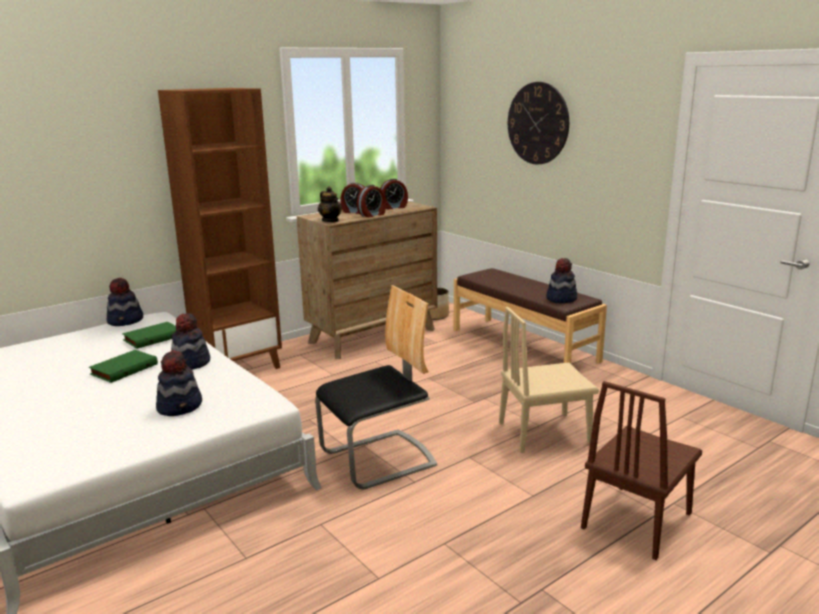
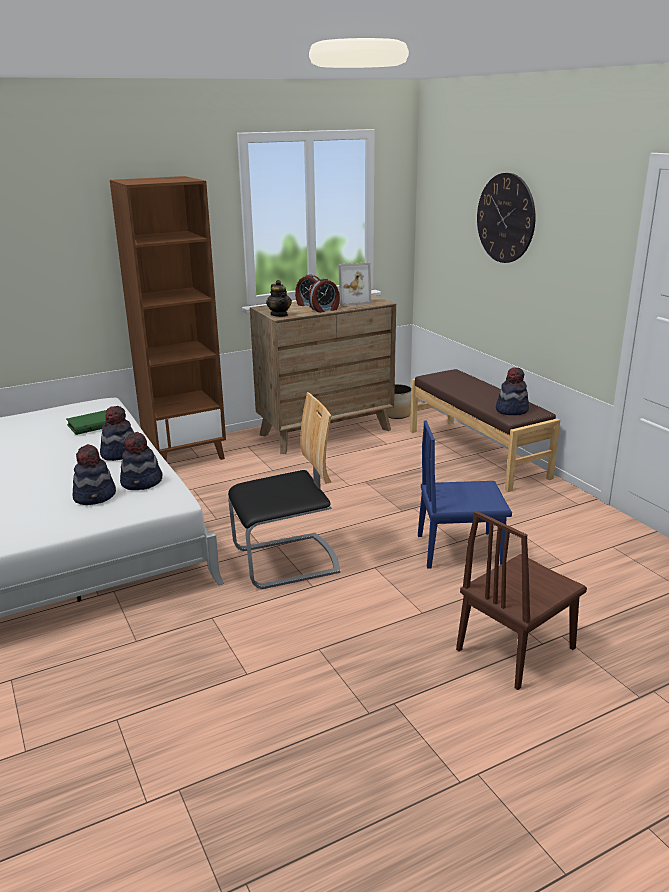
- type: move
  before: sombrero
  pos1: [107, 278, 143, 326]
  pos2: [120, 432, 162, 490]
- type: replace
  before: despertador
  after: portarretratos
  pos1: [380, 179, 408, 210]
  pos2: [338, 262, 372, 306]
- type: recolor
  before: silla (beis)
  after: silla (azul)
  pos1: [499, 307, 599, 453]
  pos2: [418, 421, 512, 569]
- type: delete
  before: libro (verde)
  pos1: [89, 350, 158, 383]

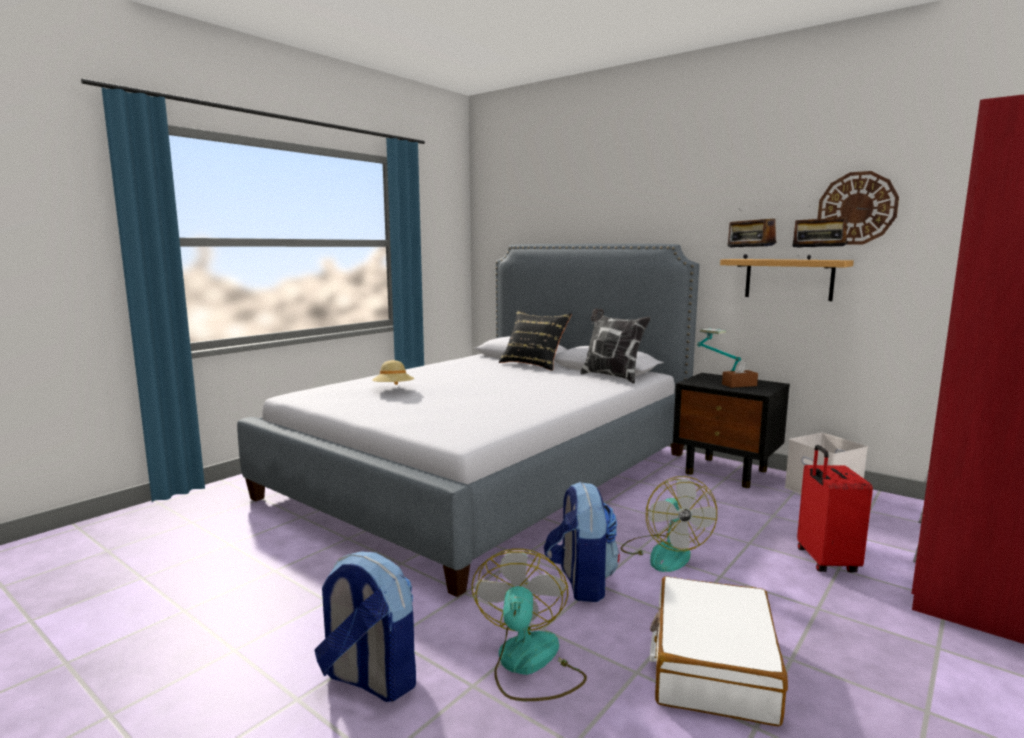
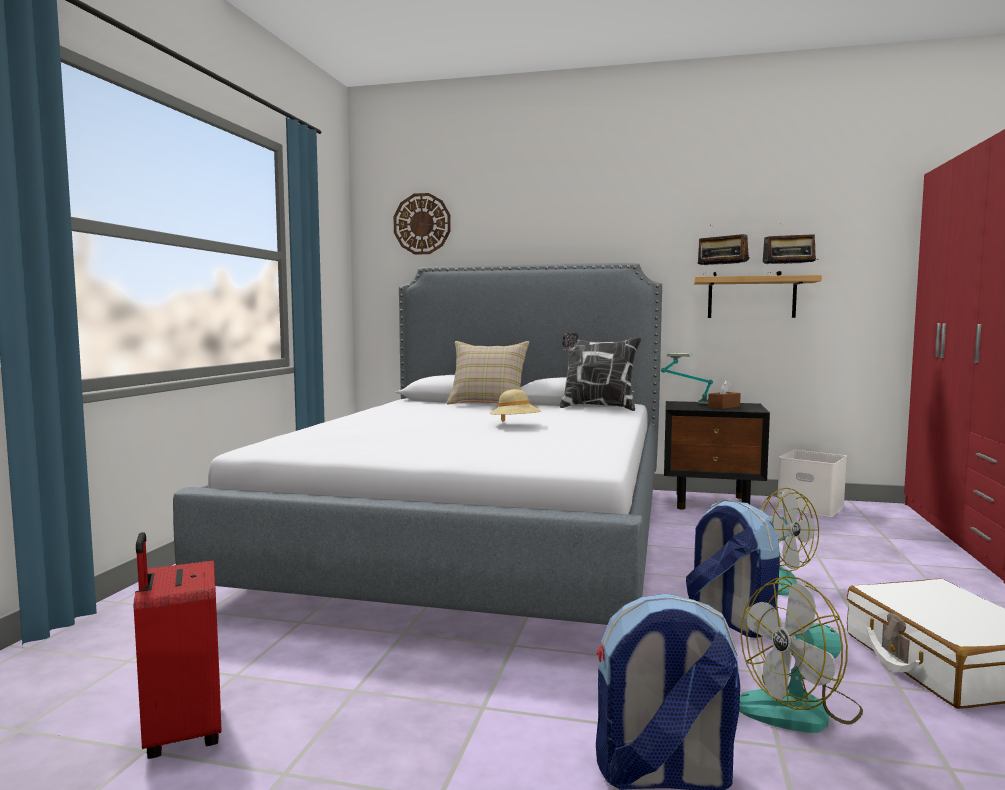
- type: move
  before: maleta (rojo)
  pos1: [797, 445, 873, 572]
  pos2: [134, 532, 222, 759]
- type: move
  before: reloj de pared
  pos1: [818, 171, 899, 244]
  pos2: [394, 193, 451, 255]
- type: recolor
  before: cojín (negro)
  after: cojín (beis)
  pos1: [499, 310, 572, 371]
  pos2: [447, 341, 529, 405]
- type: move
  before: sombrero (beis)
  pos1: [372, 360, 414, 385]
  pos2: [490, 389, 541, 422]
- type: rotate
  before: ventilador
  pos1: [472, 549, 587, 701]
  pos2: [739, 576, 863, 733]
  turn: -90

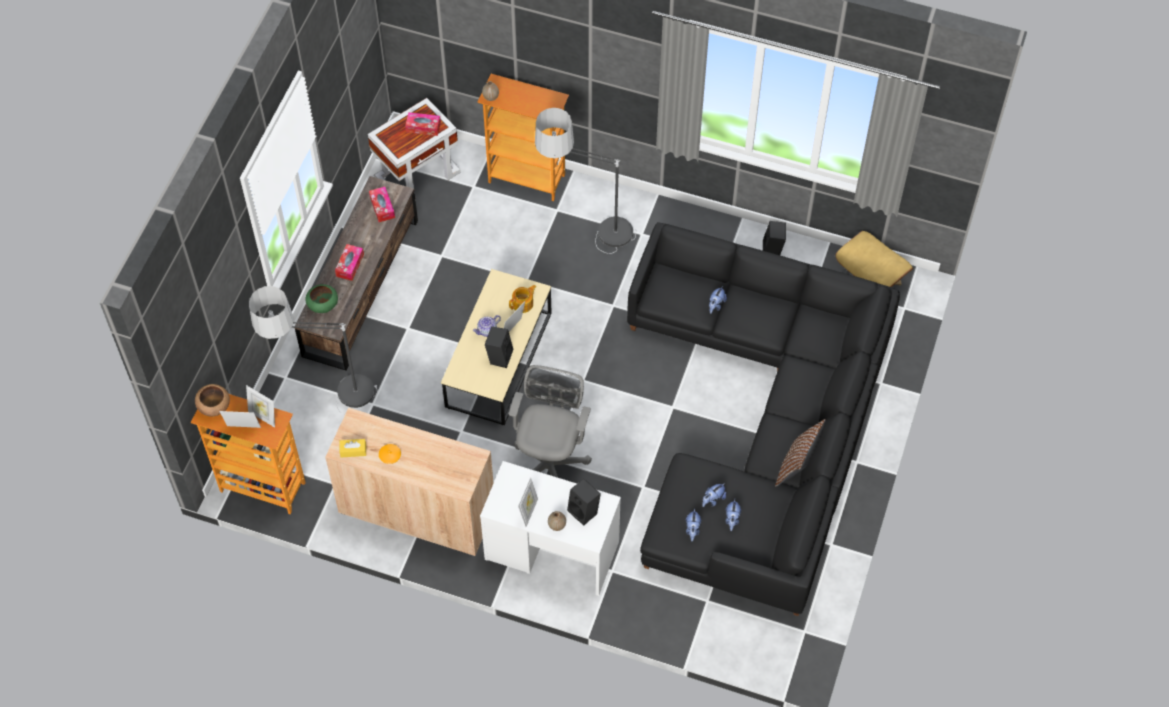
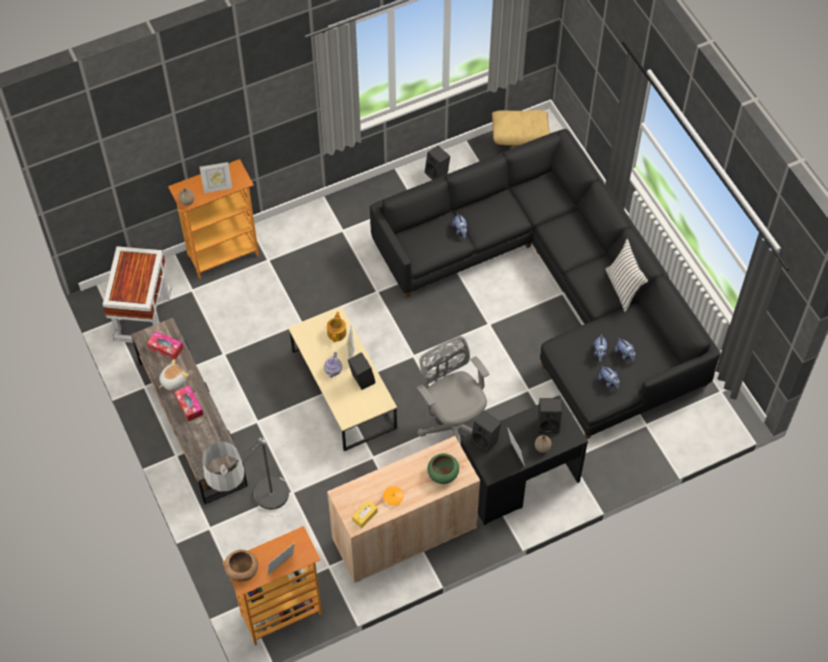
- type: insert
  after: peluche
  pos2: [159, 359, 189, 390]
- type: move
  before: portarretratos
  pos1: [246, 385, 275, 427]
  pos2: [199, 162, 232, 193]
- type: move
  before: cuenco (verde)
  pos1: [306, 284, 338, 313]
  pos2: [427, 453, 459, 484]
- type: recolor
  before: escritorio (blanco)
  after: escritorio (negro)
  pos1: [480, 461, 621, 596]
  pos2: [460, 395, 588, 525]
- type: insert
  after: altavoz (negro)
  pos2: [471, 411, 501, 453]
- type: recolor
  before: cojín (marrón)
  after: cojín (blanco)
  pos1: [775, 419, 826, 487]
  pos2: [605, 238, 648, 313]
- type: delete
  before: caja de pañuelos
  pos1: [405, 112, 441, 136]
- type: delete
  before: lámpara de pie
  pos1: [535, 108, 636, 254]

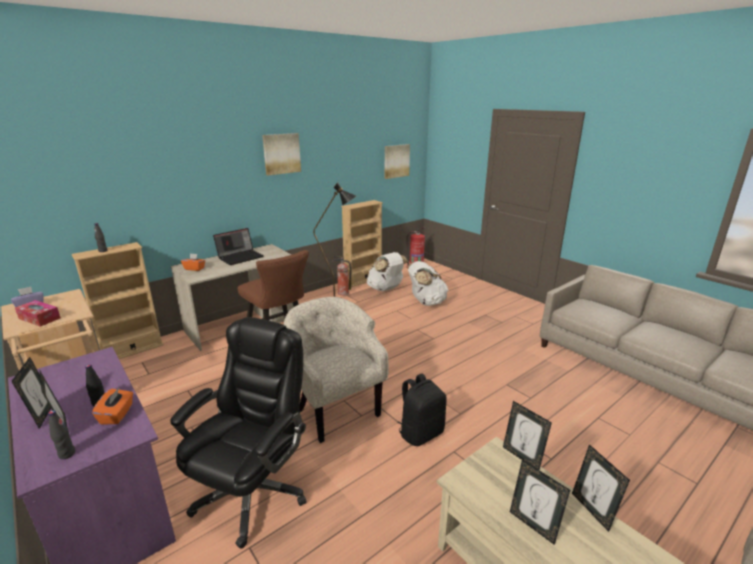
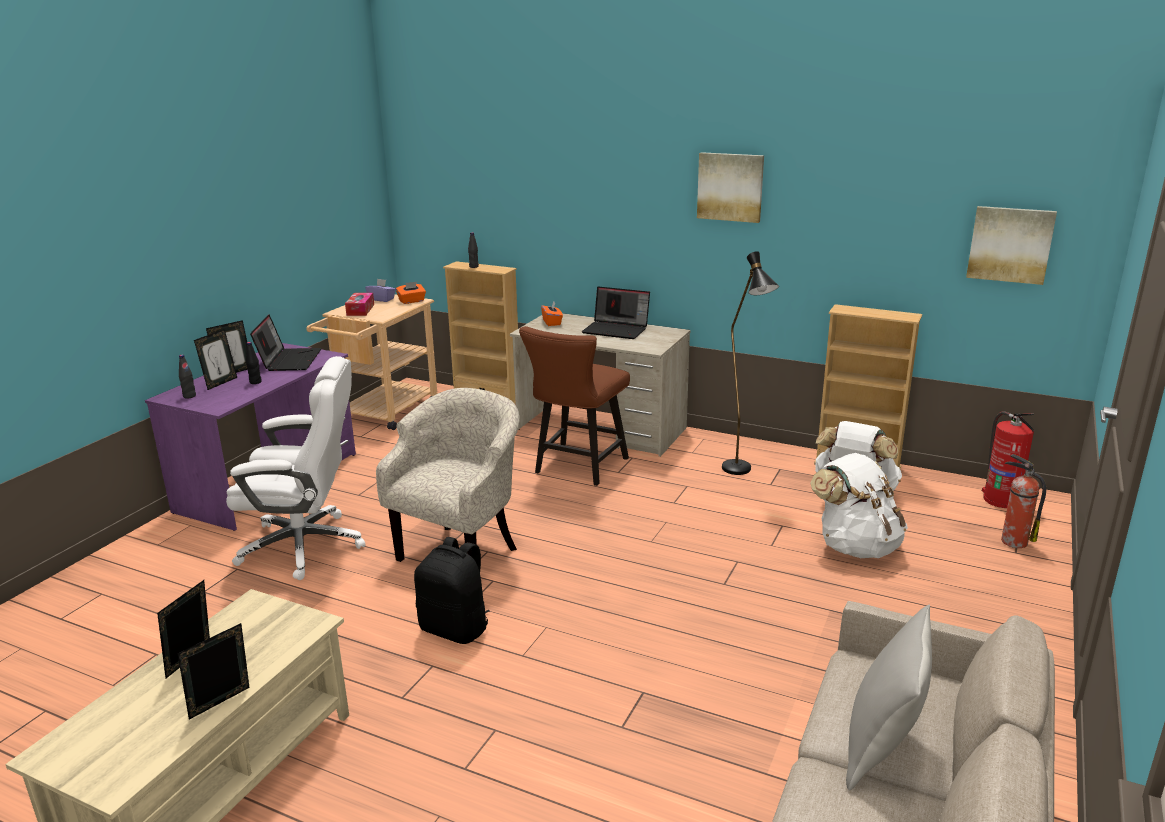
- type: recolor
  before: silla de oficina (negro)
  after: silla de oficina (blanco)
  pos1: [170, 317, 306, 549]
  pos2: [226, 356, 365, 580]
- type: insert
  after: portátil
  pos2: [250, 315, 321, 371]
- type: move
  before: caja de pañuelos (naranja)
  pos1: [92, 388, 133, 425]
  pos2: [396, 281, 426, 304]
- type: insert
  after: cojín (gris)
  pos2: [846, 604, 932, 791]
- type: move
  before: extintor
  pos1: [332, 256, 351, 296]
  pos2: [1001, 454, 1046, 548]
- type: delete
  before: portarretratos
  pos1: [503, 401, 552, 470]

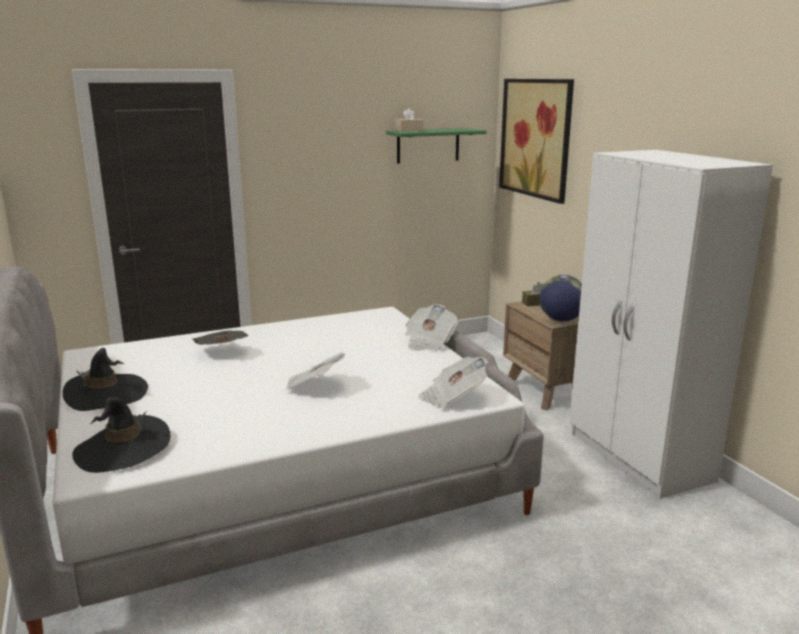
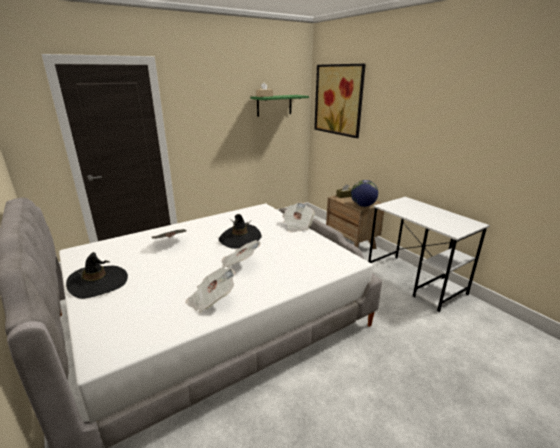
- type: move
  before: periódico
  pos1: [419, 357, 488, 408]
  pos2: [186, 268, 235, 313]
- type: move
  before: sombrero (negro)
  pos1: [72, 397, 170, 473]
  pos2: [219, 214, 262, 249]
- type: replace
  before: armario ropero (blanco)
  after: escritorio (blanco)
  pos1: [569, 150, 773, 499]
  pos2: [368, 197, 490, 312]

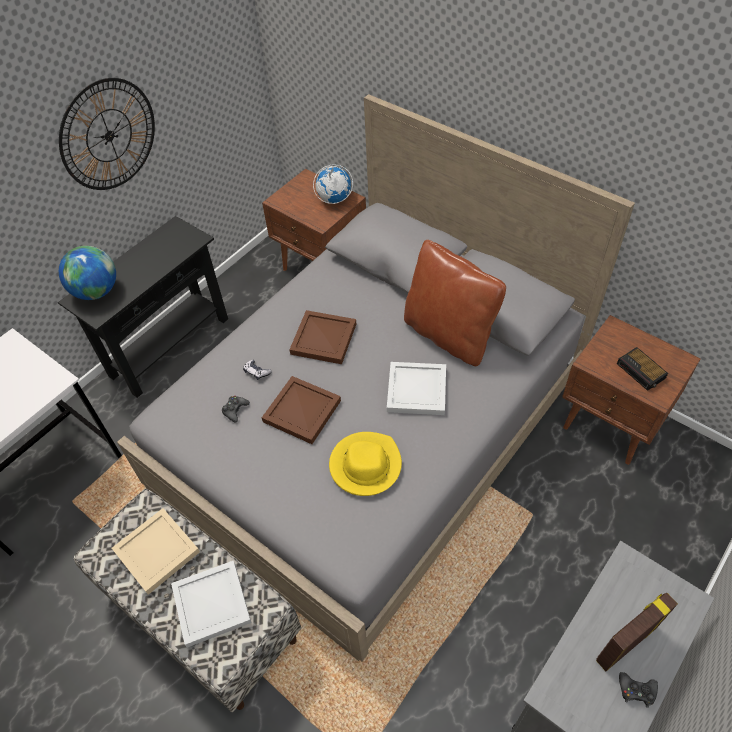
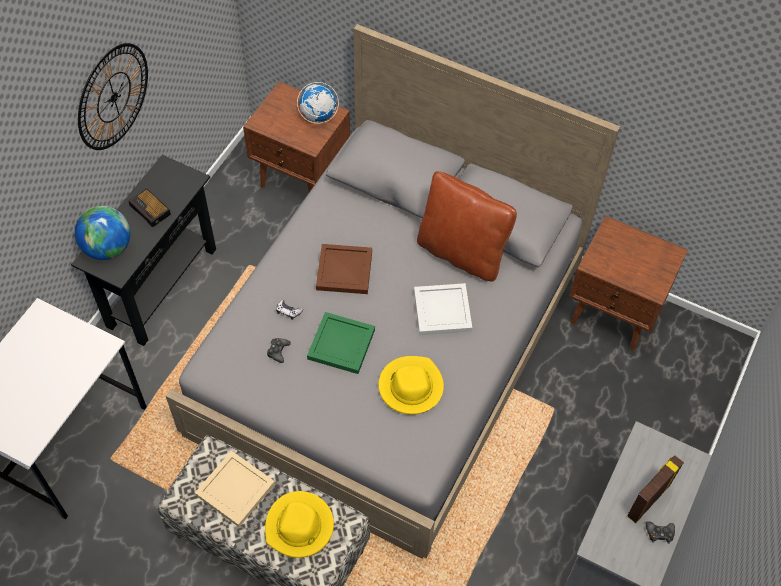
- type: move
  before: despertador
  pos1: [617, 347, 668, 391]
  pos2: [129, 188, 171, 227]
- type: replace
  before: bandeja (blanco)
  after: sombrero (amarillo)
  pos1: [171, 561, 252, 648]
  pos2: [265, 491, 334, 558]
- type: recolor
  before: bandeja (marrón)
  after: bandeja (verde)
  pos1: [262, 376, 341, 444]
  pos2: [307, 312, 375, 374]

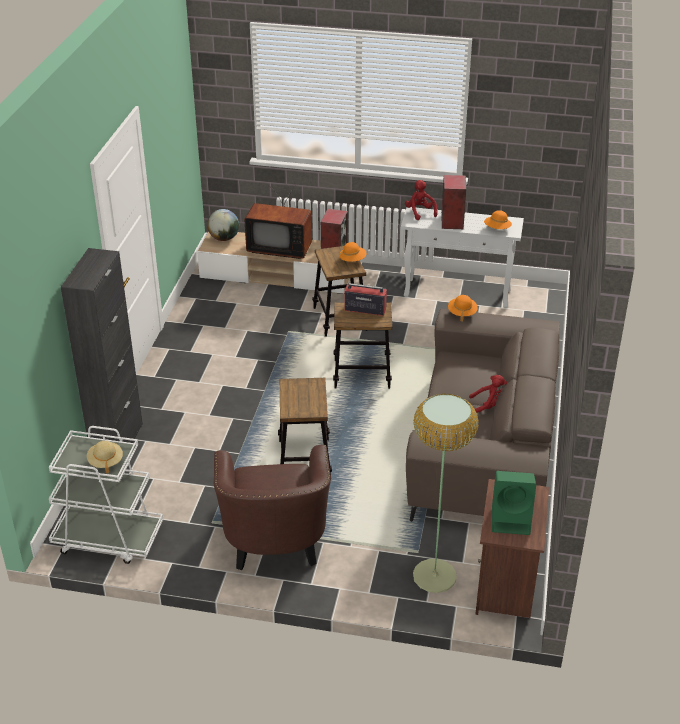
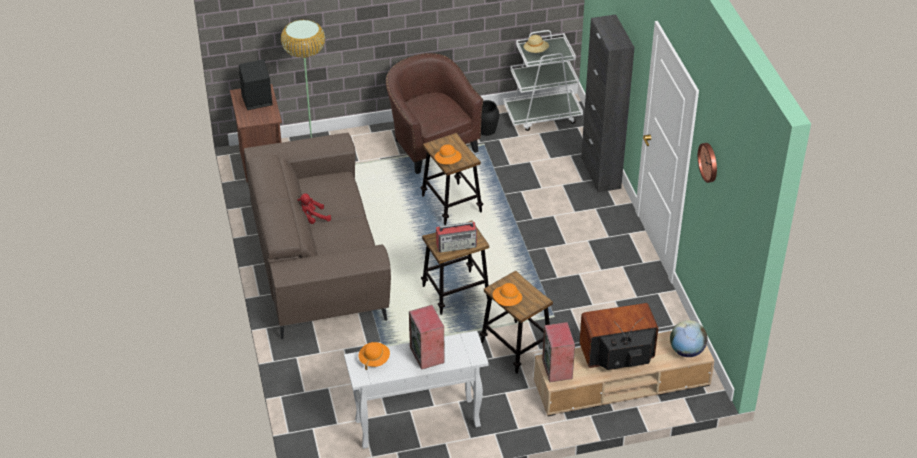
- type: recolor
  before: altavoz (verde)
  after: altavoz (negro)
  pos1: [492, 471, 536, 535]
  pos2: [239, 59, 273, 110]
- type: move
  before: sombrero (naranja)
  pos1: [448, 295, 478, 322]
  pos2: [435, 144, 462, 165]
- type: insert
  after: florero (negro)
  pos2: [481, 100, 499, 136]
- type: insert
  after: reloj de pared
  pos2: [698, 143, 717, 183]
- type: delete
  before: peluche (rojo)
  pos1: [405, 180, 438, 220]

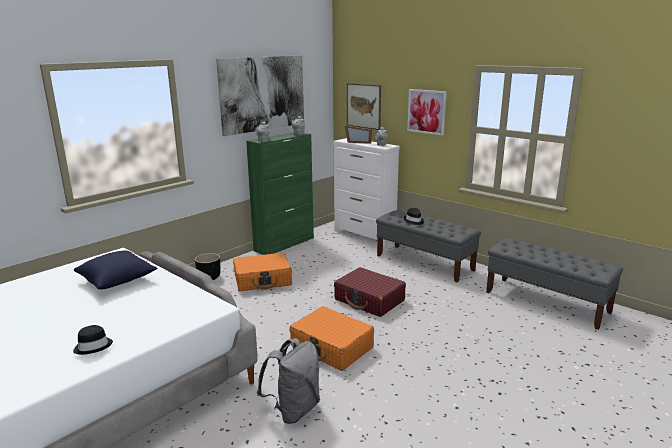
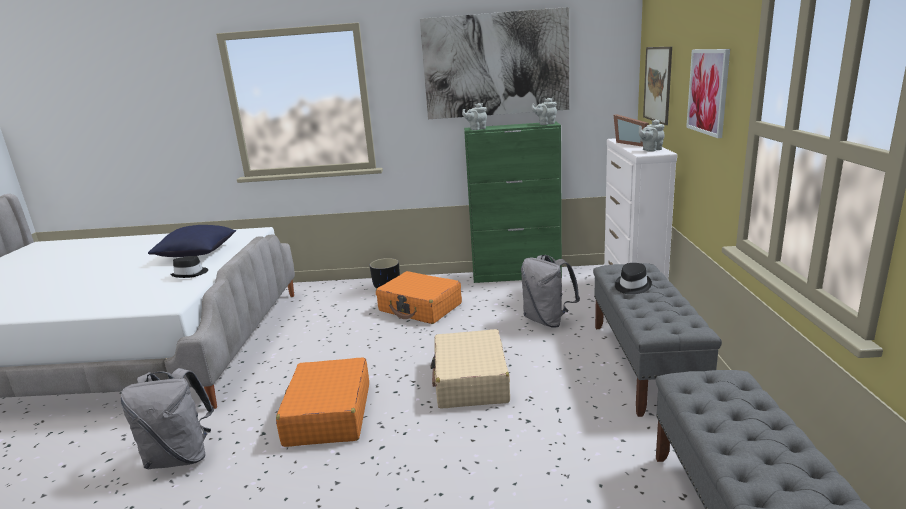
- type: move
  before: sombrero (negro)
  pos1: [73, 325, 113, 355]
  pos2: [170, 256, 208, 278]
- type: recolor
  before: maleta (rojo)
  after: maleta (beis)
  pos1: [334, 267, 406, 317]
  pos2: [431, 329, 510, 409]
- type: insert
  after: mochila (gris)
  pos2: [521, 255, 580, 327]

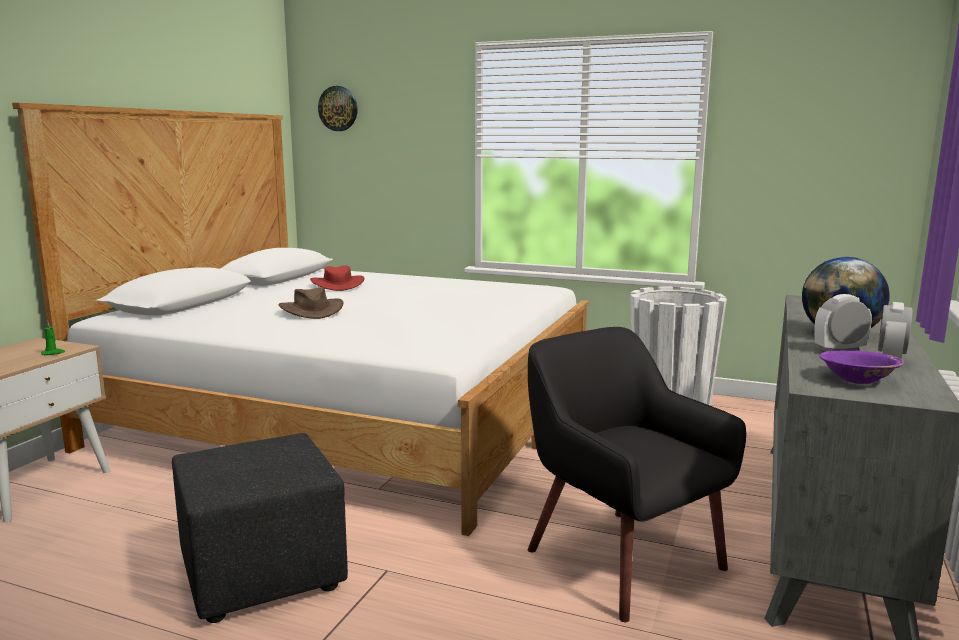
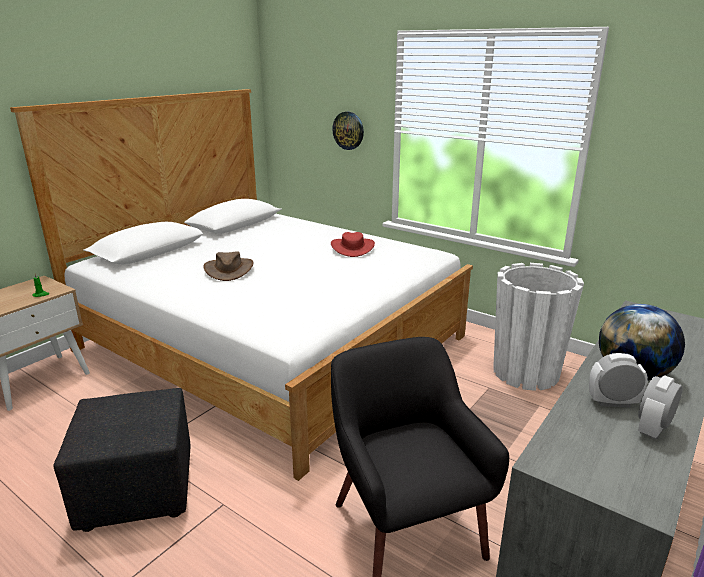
- type: move
  before: sombrero (rojo)
  pos1: [310, 265, 365, 291]
  pos2: [331, 232, 375, 257]
- type: move
  before: reloj de pared
  pos1: [318, 86, 358, 131]
  pos2: [332, 112, 364, 150]
- type: delete
  before: cuenco (morado)
  pos1: [819, 351, 905, 384]

